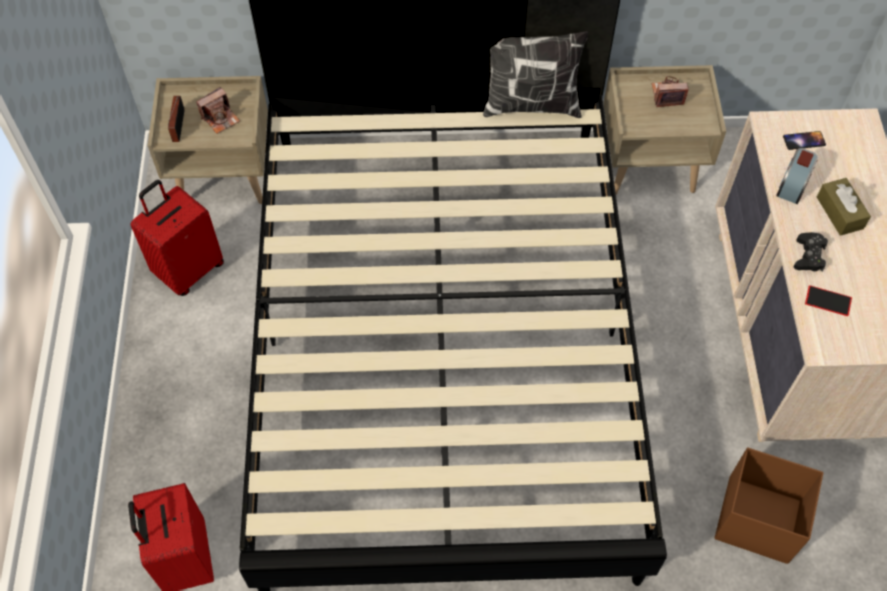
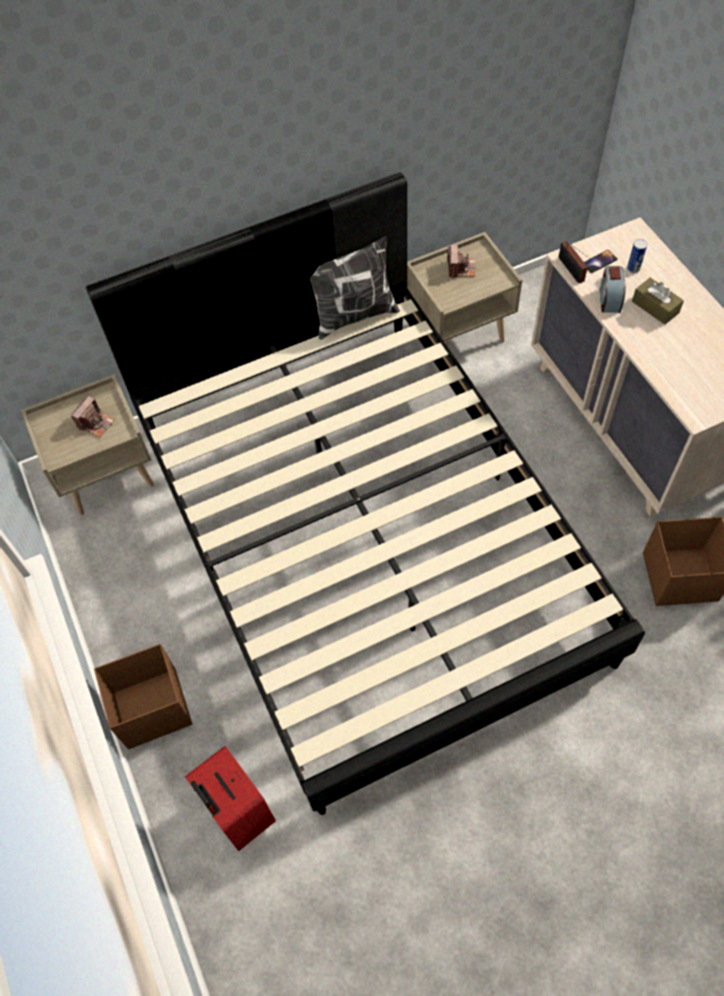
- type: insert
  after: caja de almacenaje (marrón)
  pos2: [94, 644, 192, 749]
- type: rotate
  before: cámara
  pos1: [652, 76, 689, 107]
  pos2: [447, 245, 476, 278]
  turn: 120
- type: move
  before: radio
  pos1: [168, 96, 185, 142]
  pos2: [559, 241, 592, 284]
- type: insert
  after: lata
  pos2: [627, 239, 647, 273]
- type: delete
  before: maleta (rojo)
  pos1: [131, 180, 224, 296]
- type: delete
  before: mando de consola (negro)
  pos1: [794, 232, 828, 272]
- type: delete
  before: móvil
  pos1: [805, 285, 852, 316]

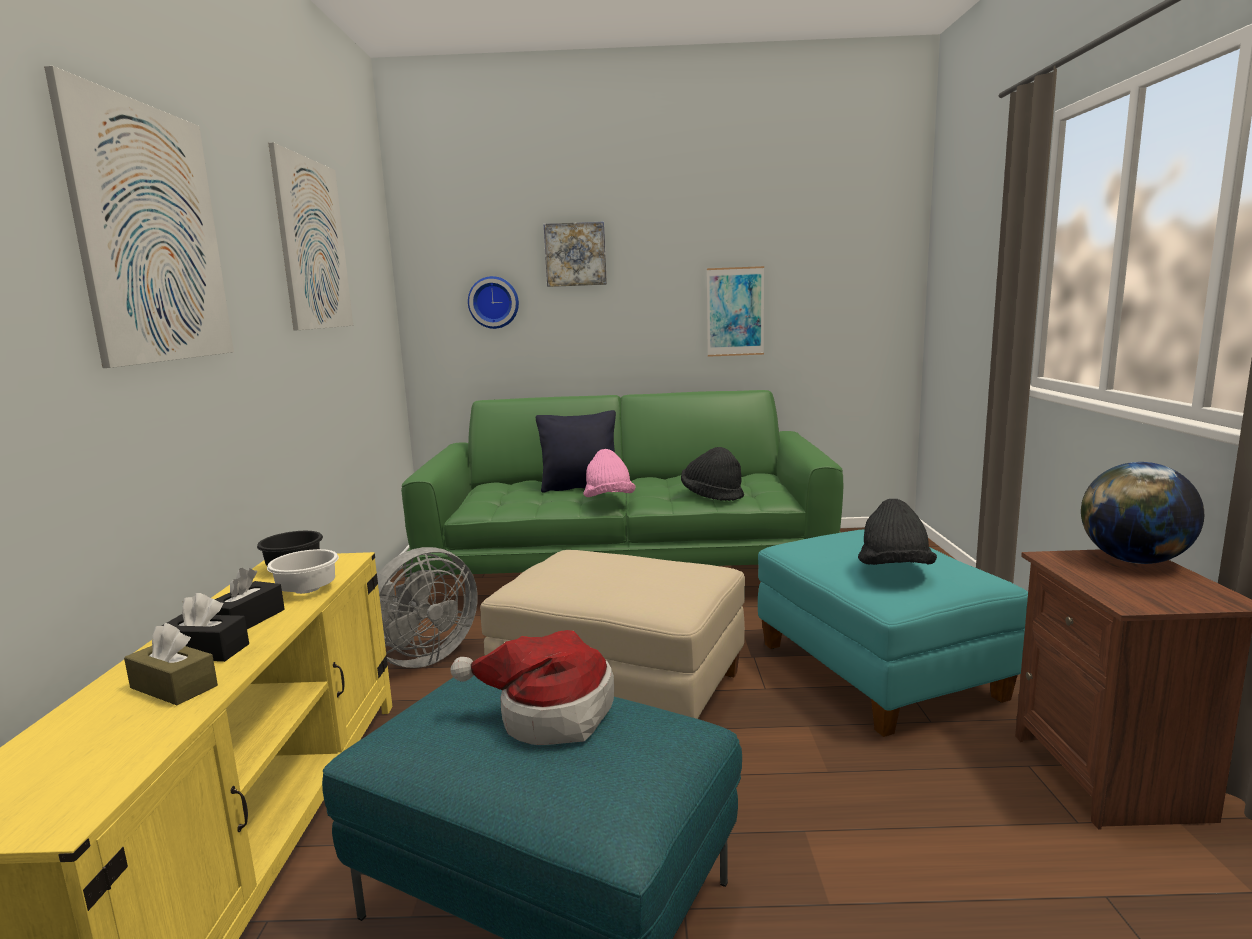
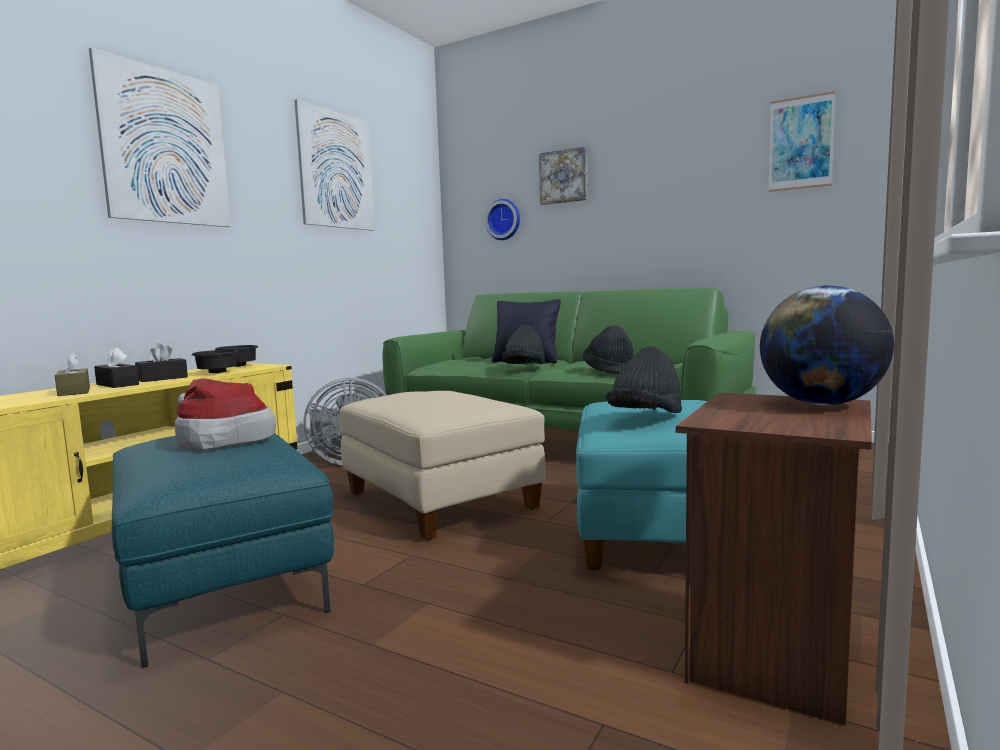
- type: recolor
  before: cuenco (blanco)
  after: cuenco (negro)
  pos1: [267, 549, 339, 594]
  pos2: [192, 350, 239, 373]
- type: recolor
  before: sombrero (rosa)
  after: sombrero (negro)
  pos1: [583, 449, 636, 497]
  pos2: [502, 324, 545, 365]
- type: move
  before: cuadro
  pos1: [707, 266, 764, 357]
  pos2: [768, 91, 836, 192]

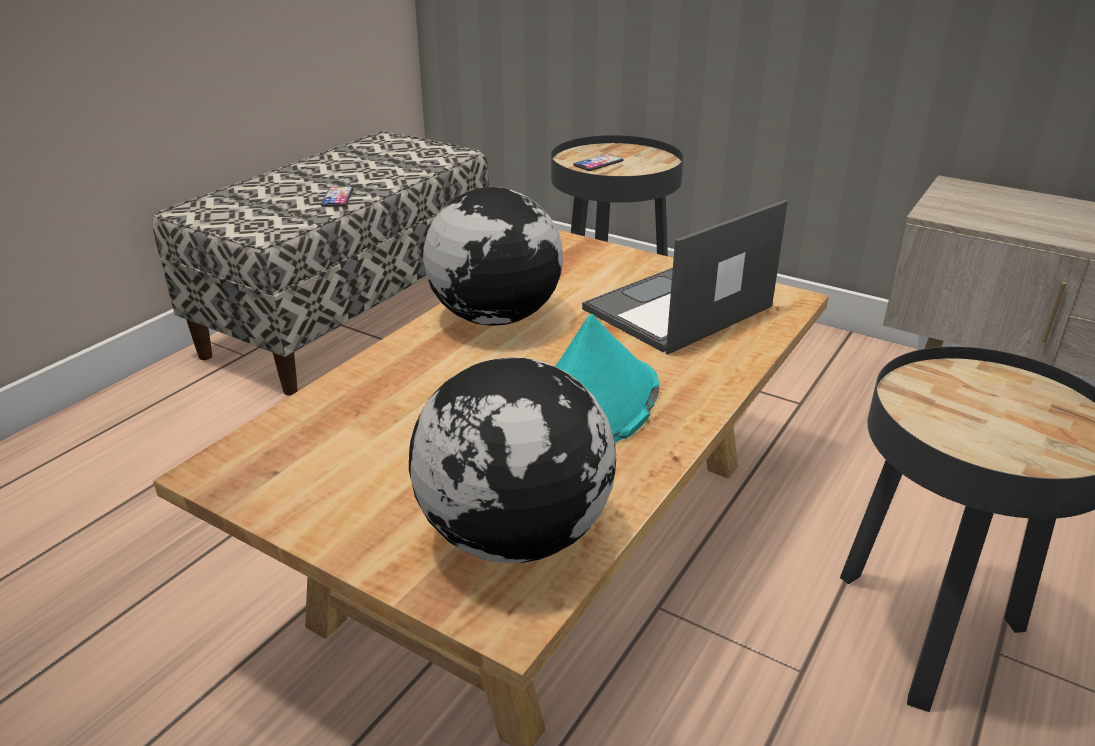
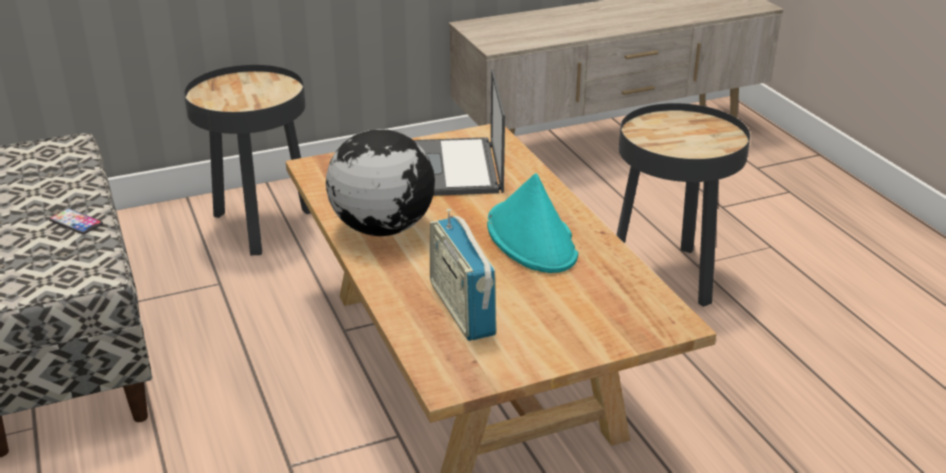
- type: insert
  after: radio
  pos2: [430, 209, 497, 341]
- type: delete
  before: globo terráqueo
  pos1: [409, 357, 616, 563]
- type: delete
  before: móvil
  pos1: [573, 154, 623, 171]

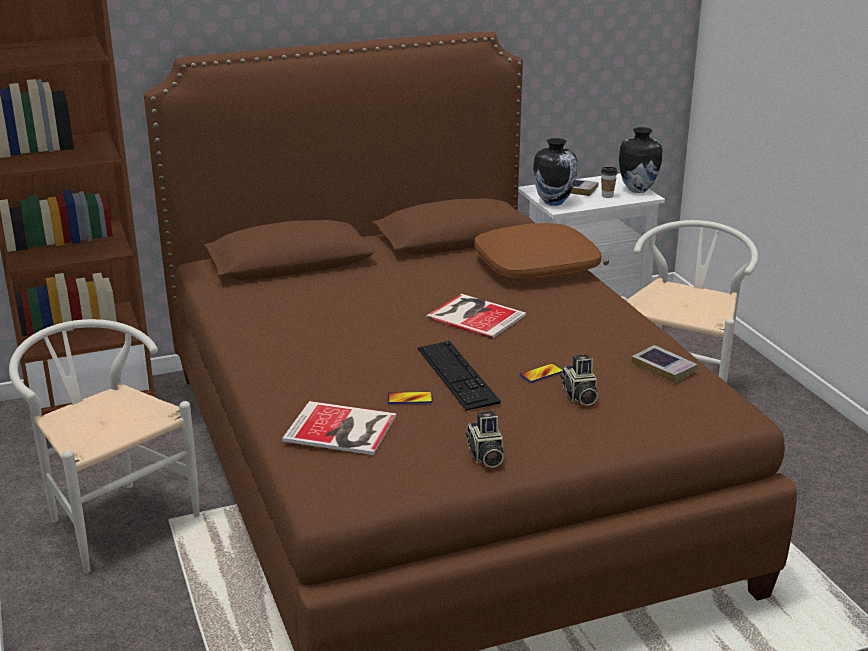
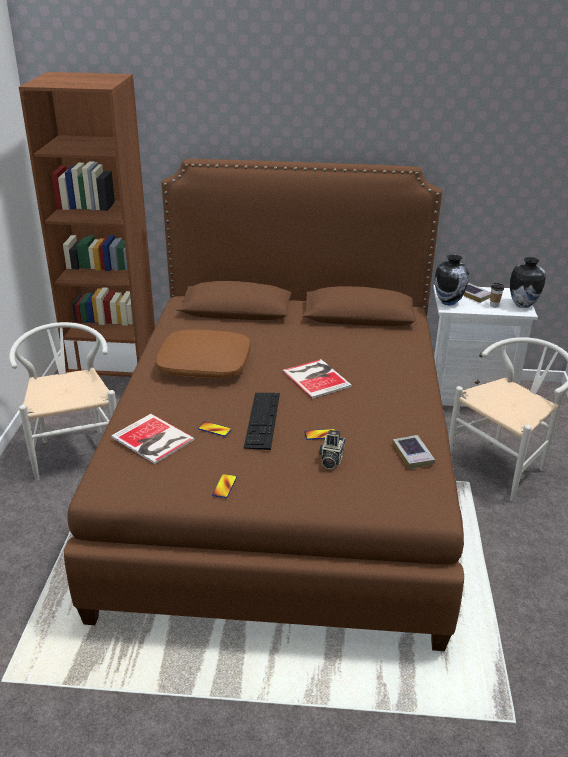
- type: move
  before: cojín (marrón)
  pos1: [474, 223, 602, 279]
  pos2: [156, 329, 251, 379]
- type: replace
  before: cámara
  after: móvil
  pos1: [465, 411, 504, 468]
  pos2: [212, 474, 237, 498]

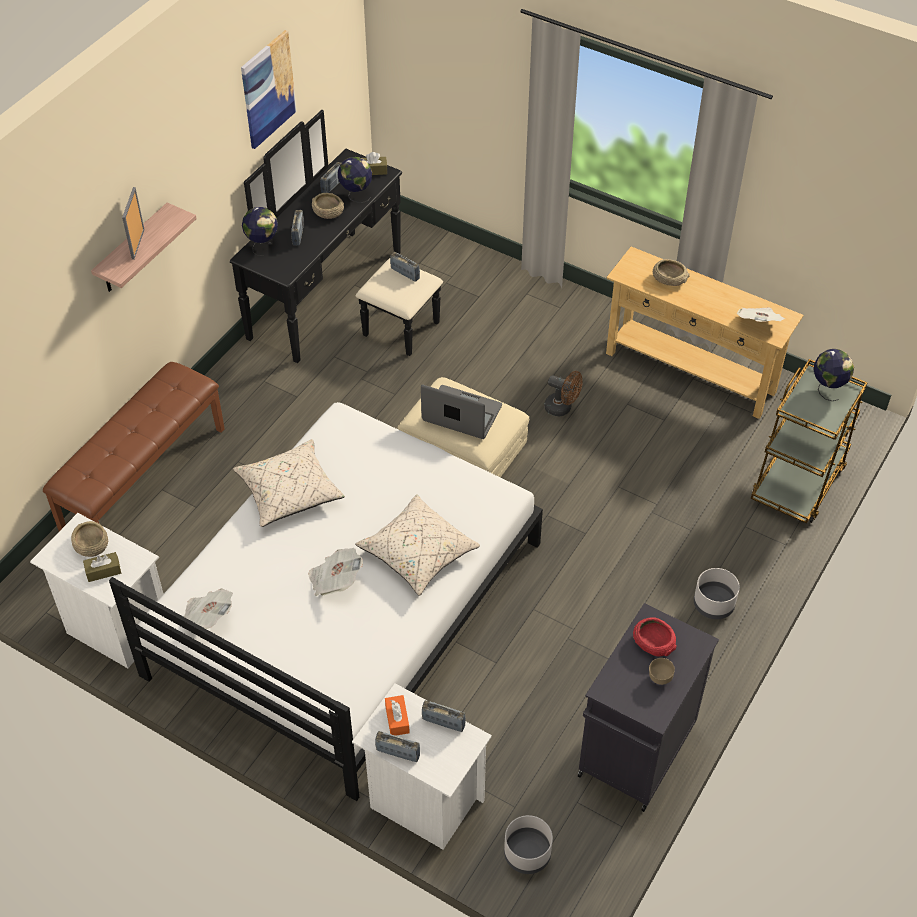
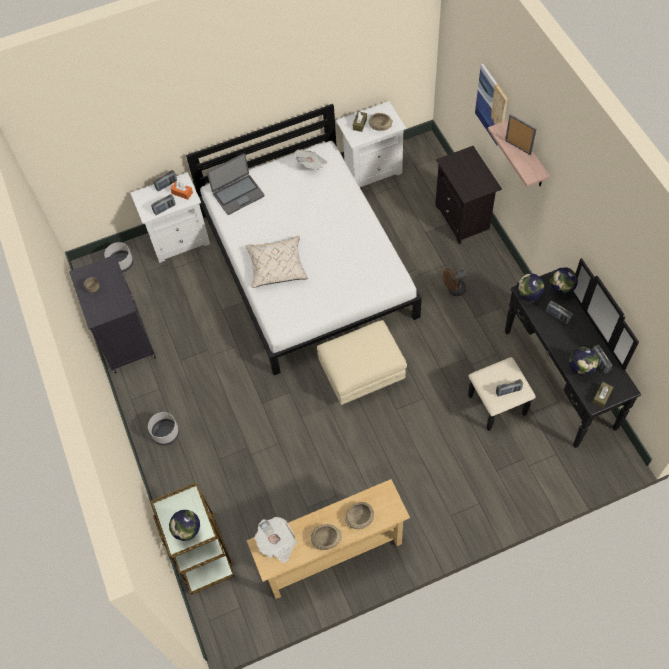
- type: move
  before: portátil
  pos1: [421, 385, 502, 439]
  pos2: [207, 153, 265, 215]
- type: move
  before: cuenco (beis)
  pos1: [312, 193, 344, 219]
  pos2: [311, 524, 342, 550]
- type: replace
  before: banco (marrón)
  after: mesita de noche (negro)
  pos1: [43, 362, 225, 531]
  pos2: [435, 146, 502, 244]
- type: move
  before: ventilador (marrón)
  pos1: [545, 371, 583, 416]
  pos2: [442, 268, 467, 296]
- type: move
  before: cuadro
  pos1: [241, 30, 297, 149]
  pos2: [475, 64, 508, 147]
- type: insert
  after: globo terráqueo
  pos2: [517, 273, 544, 304]
- type: delete
  before: cojín (beis)
  pos1: [233, 439, 345, 527]
- type: delete
  before: periódico
  pos1: [308, 548, 363, 596]
- type: delete
  before: cuenco (rojo)
  pos1: [633, 617, 677, 657]

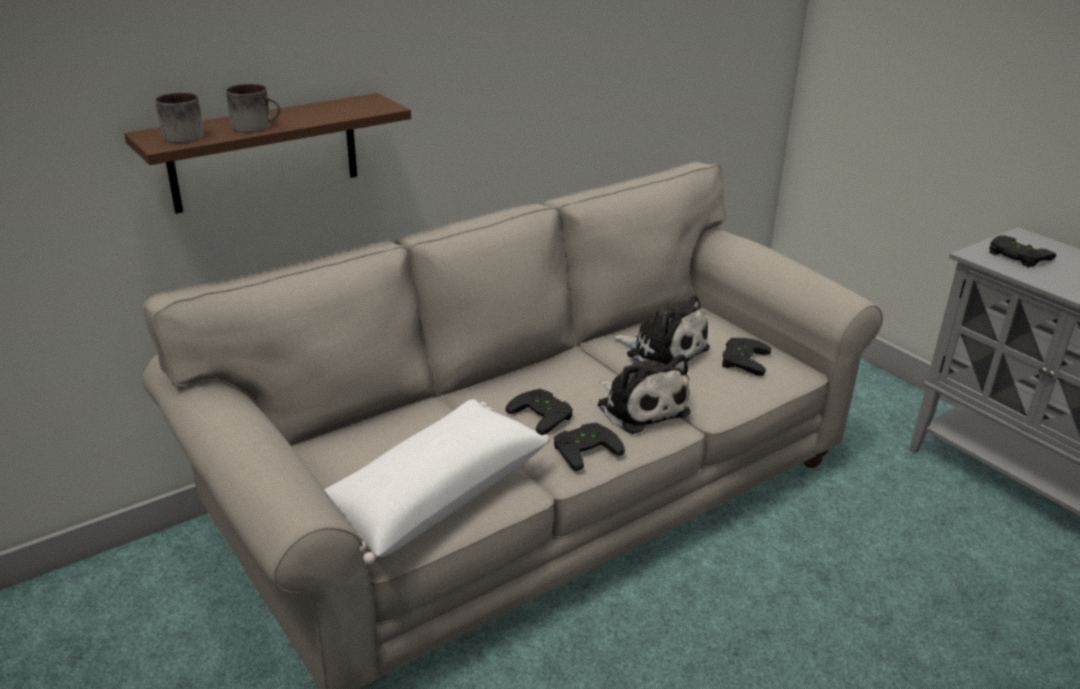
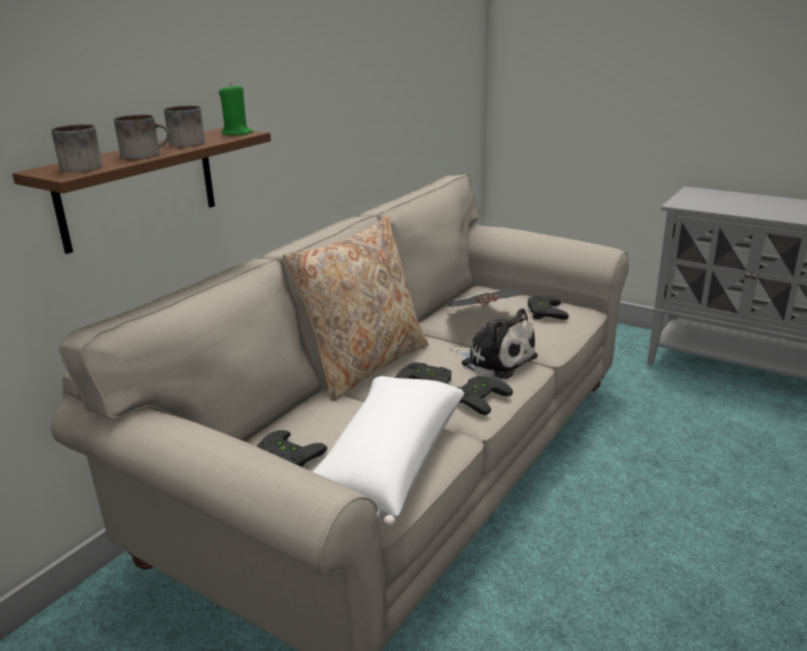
- type: insert
  after: taza grande
  pos2: [164, 106, 205, 147]
- type: insert
  after: vela (verde)
  pos2: [219, 83, 253, 135]
- type: move
  before: mando de consola (negro)
  pos1: [989, 235, 1056, 267]
  pos2: [256, 430, 327, 467]
- type: insert
  after: cojín (beis)
  pos2: [283, 216, 429, 401]
- type: replace
  before: peluche
  after: periódico
  pos1: [613, 295, 710, 365]
  pos2: [447, 289, 523, 307]

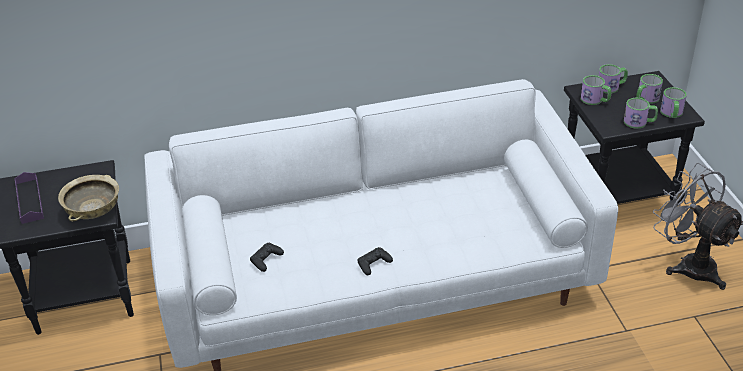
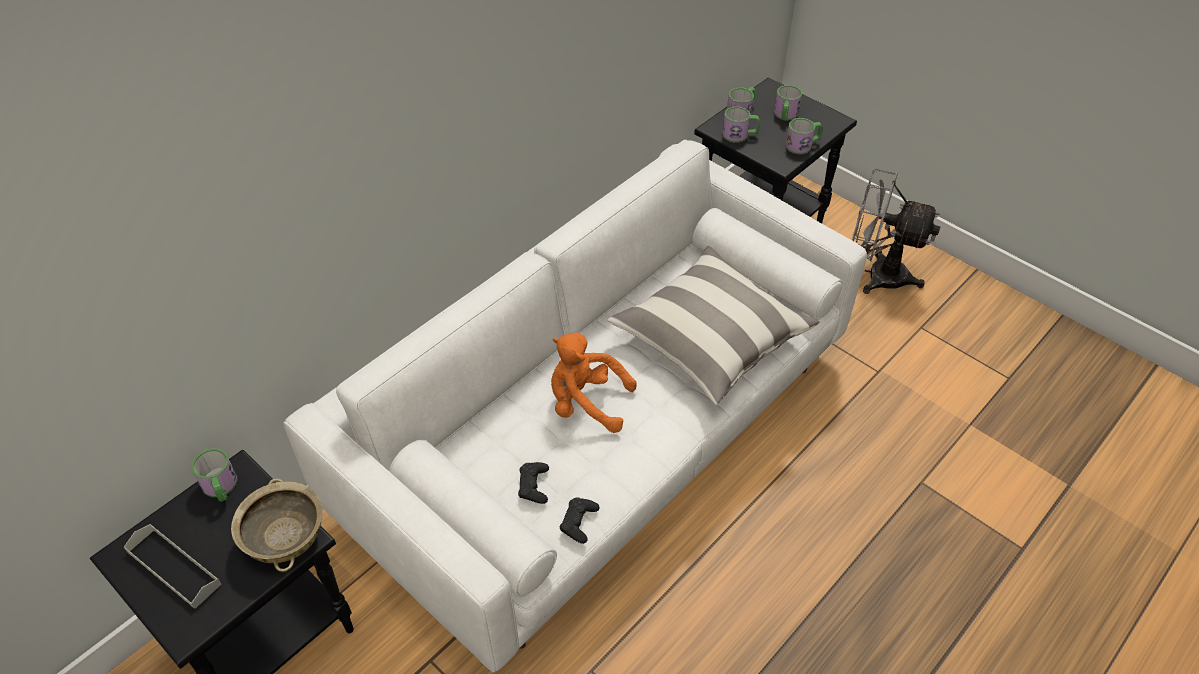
- type: recolor
  before: bandeja (morado)
  after: bandeja (gris)
  pos1: [14, 172, 44, 224]
  pos2: [124, 524, 221, 609]
- type: move
  before: taza grande
  pos1: [660, 87, 687, 118]
  pos2: [191, 449, 237, 502]
- type: insert
  after: peluche (naranja)
  pos2: [551, 333, 637, 433]
- type: move
  before: mando de consola (negro)
  pos1: [357, 247, 393, 275]
  pos2: [560, 497, 599, 544]
- type: insert
  after: cojín
  pos2: [607, 246, 819, 405]

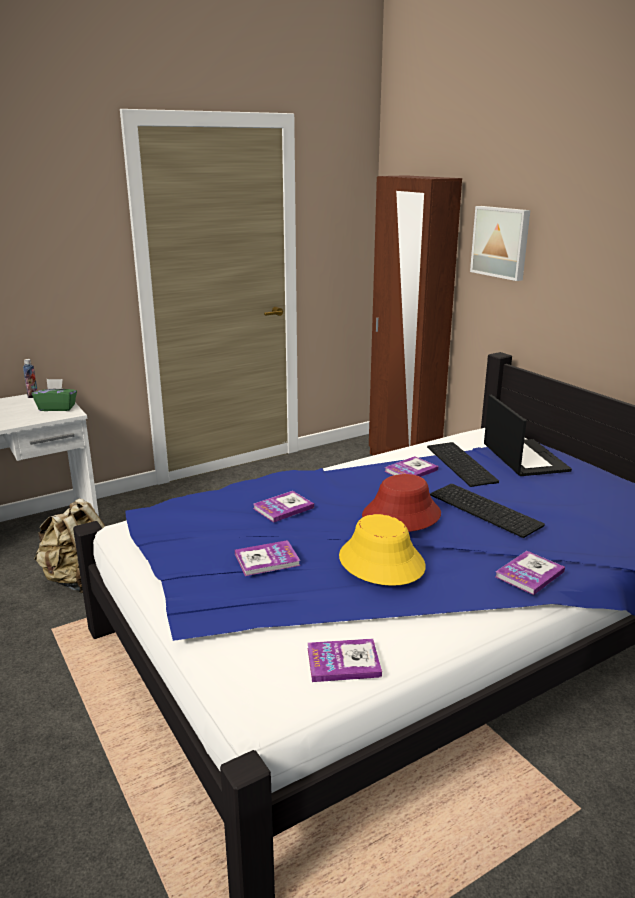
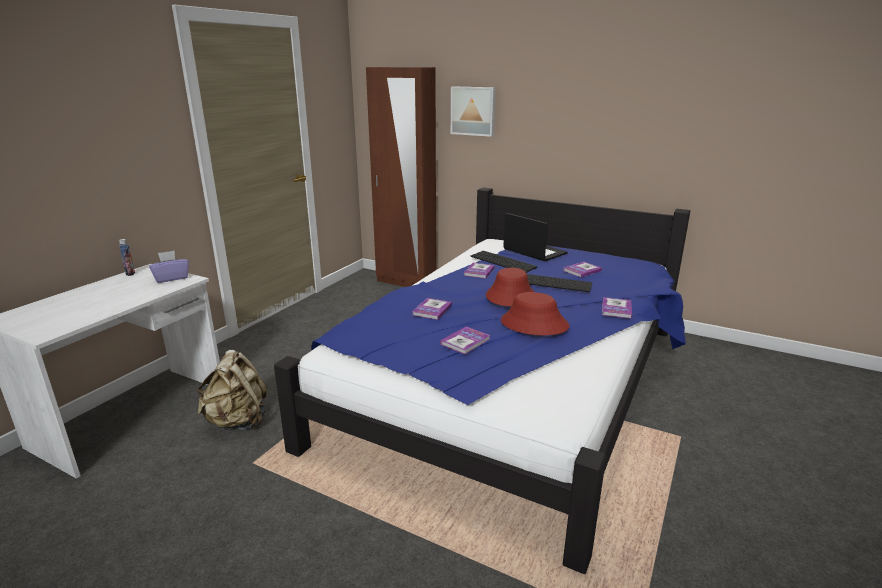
- type: recolor
  before: caja de pañuelos (verde)
  after: caja de pañuelos (morado)
  pos1: [32, 379, 77, 411]
  pos2: [149, 251, 189, 283]
- type: recolor
  before: sombrero (amarillo)
  after: sombrero (rojo)
  pos1: [339, 514, 426, 586]
  pos2: [501, 292, 569, 335]
- type: move
  before: libro
  pos1: [308, 638, 382, 682]
  pos2: [563, 262, 602, 277]

